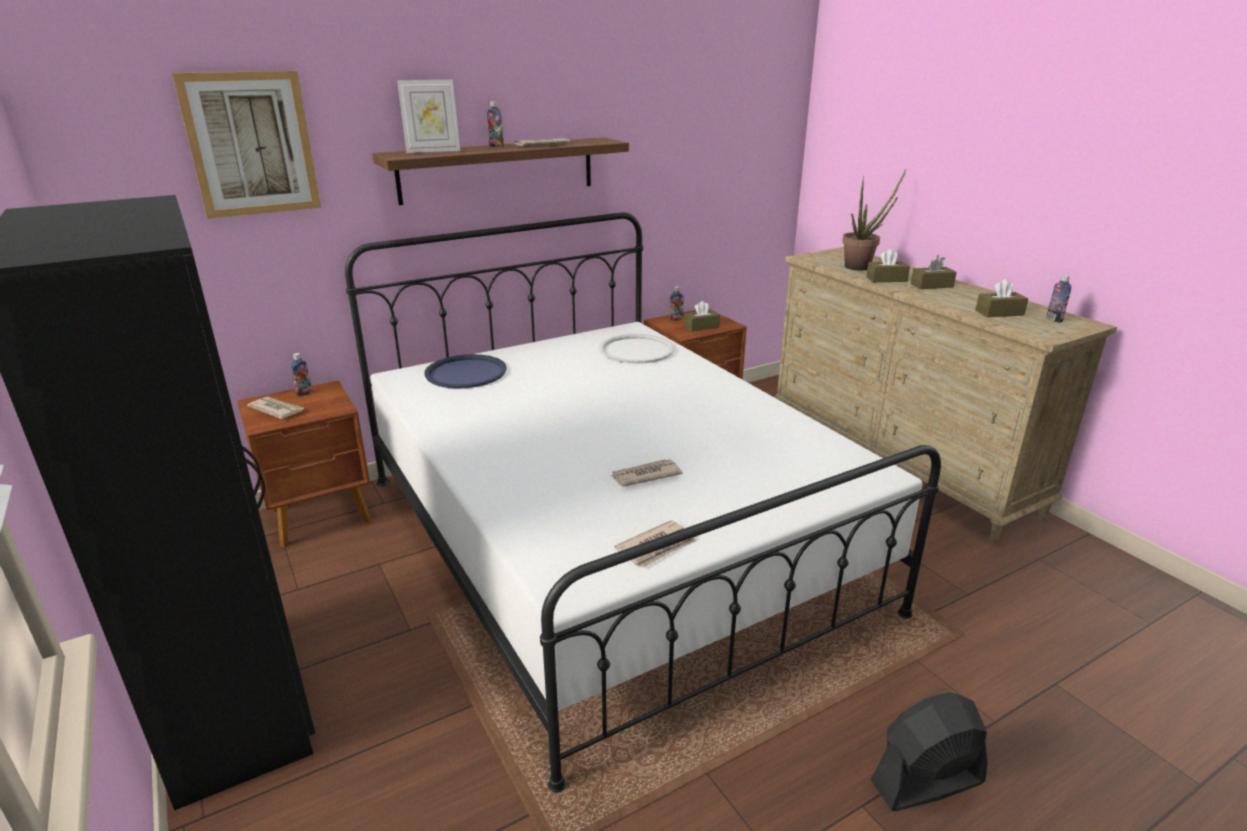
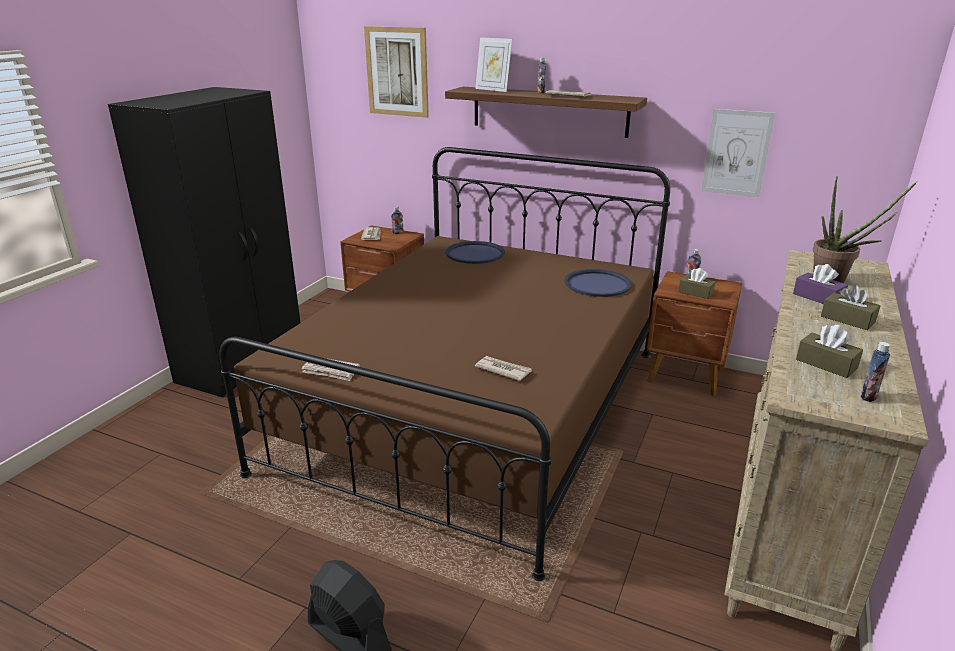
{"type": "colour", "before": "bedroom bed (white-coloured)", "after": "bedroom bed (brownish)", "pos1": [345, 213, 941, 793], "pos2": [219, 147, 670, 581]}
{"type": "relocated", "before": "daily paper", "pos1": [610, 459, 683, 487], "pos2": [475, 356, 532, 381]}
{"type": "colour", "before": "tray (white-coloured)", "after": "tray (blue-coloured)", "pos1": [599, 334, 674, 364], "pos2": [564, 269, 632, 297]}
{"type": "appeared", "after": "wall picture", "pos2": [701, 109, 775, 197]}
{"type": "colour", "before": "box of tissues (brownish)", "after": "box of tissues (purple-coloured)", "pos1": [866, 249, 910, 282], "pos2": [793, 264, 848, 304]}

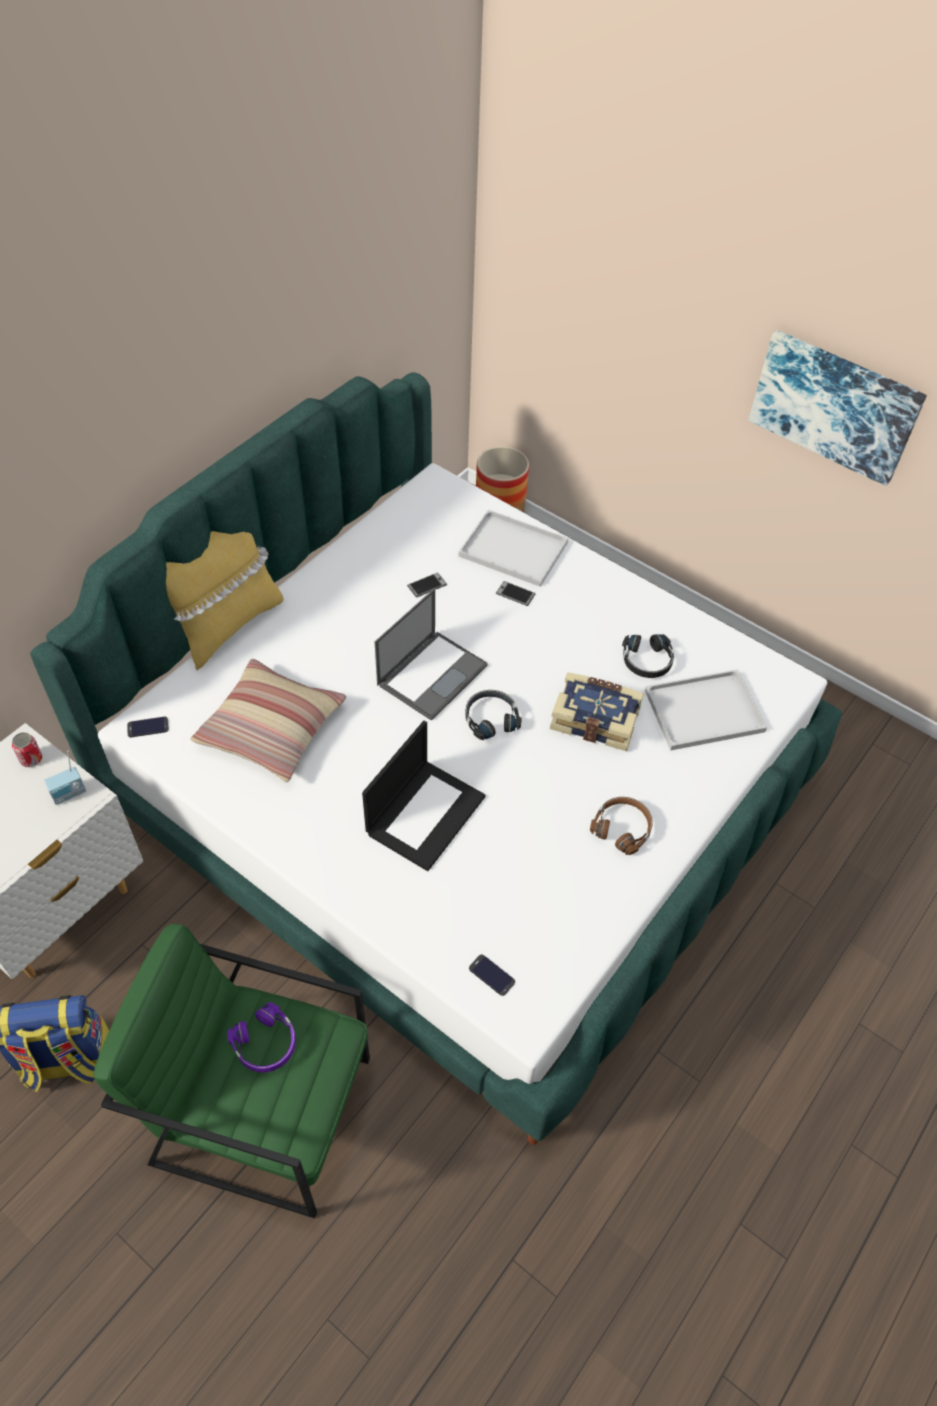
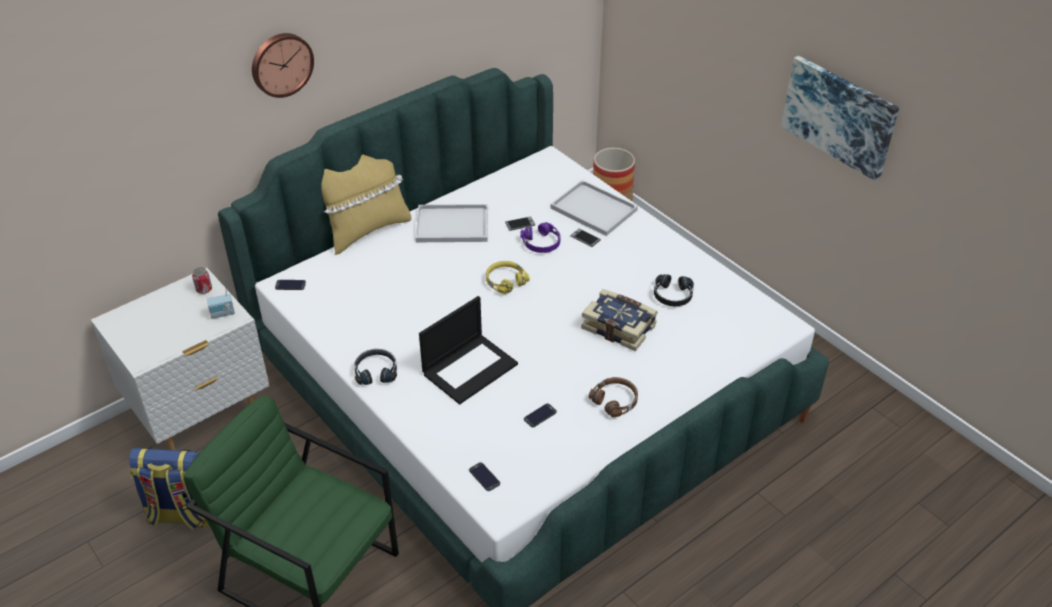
{"type": "appeared", "after": "hanging clock", "pos2": [252, 33, 314, 98]}
{"type": "relocated", "before": "pair of headphones (blackish)", "pos1": [465, 690, 521, 740], "pos2": [354, 349, 397, 385]}
{"type": "relocated", "before": "tray (white-coloured)", "pos1": [645, 669, 767, 751], "pos2": [415, 204, 488, 242]}
{"type": "exchanged", "before": "laptop", "after": "pair of headphones (yellow-coloured)", "pos1": [375, 589, 488, 721], "pos2": [486, 261, 529, 294]}
{"type": "relocated", "before": "pair of headphones (purple-coloured)", "pos1": [227, 1002, 296, 1072], "pos2": [520, 222, 560, 253]}
{"type": "appeared", "after": "phone", "pos2": [524, 403, 557, 427]}
{"type": "missing", "before": "throw pillow", "pos1": [190, 659, 346, 782]}

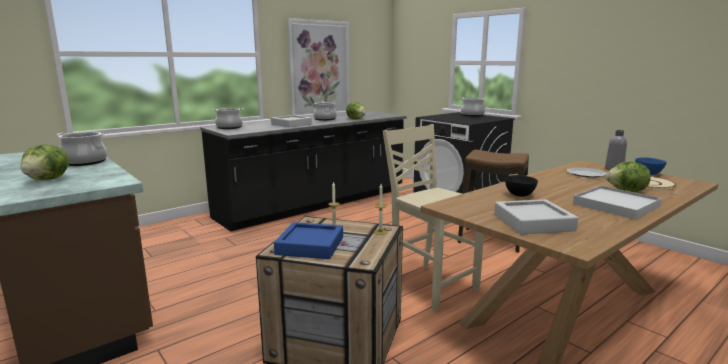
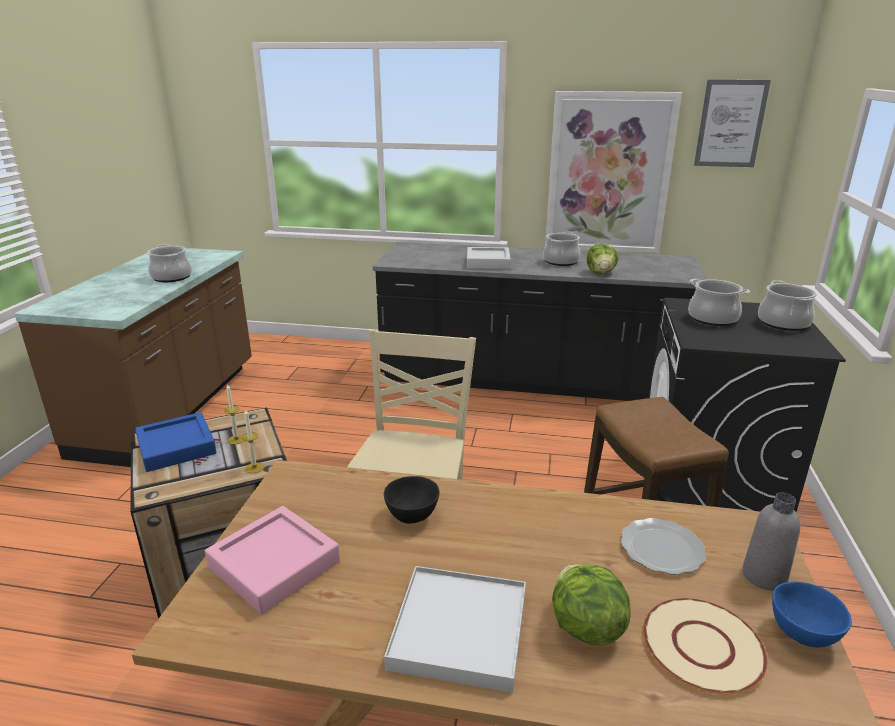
{"type": "colour", "before": "tray (greyish)", "after": "tray (pink)", "pos1": [494, 199, 578, 235], "pos2": [205, 506, 340, 614]}
{"type": "relocated", "before": "stockpot", "pos1": [212, 108, 244, 129], "pos2": [688, 279, 750, 326]}
{"type": "appeared", "after": "wall picture", "pos2": [694, 80, 771, 167]}
{"type": "missing", "before": "lettuce", "pos1": [20, 144, 69, 180]}

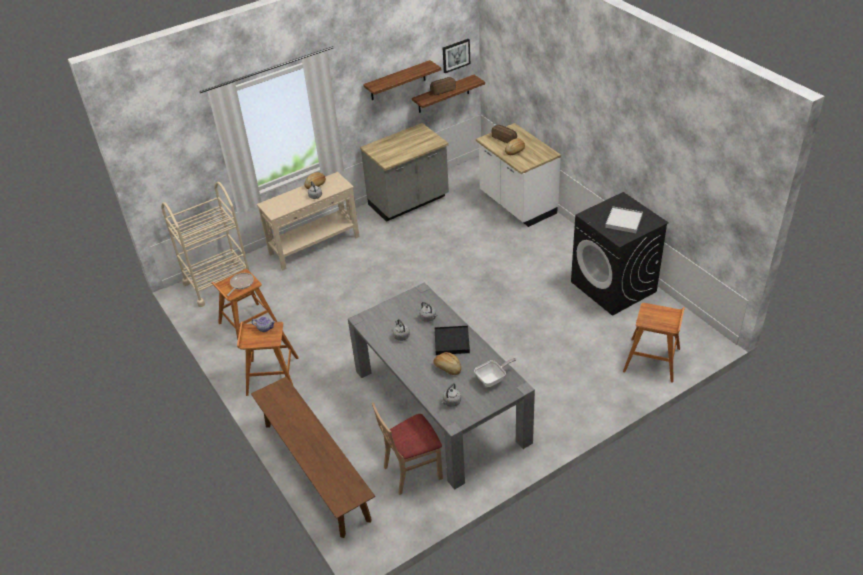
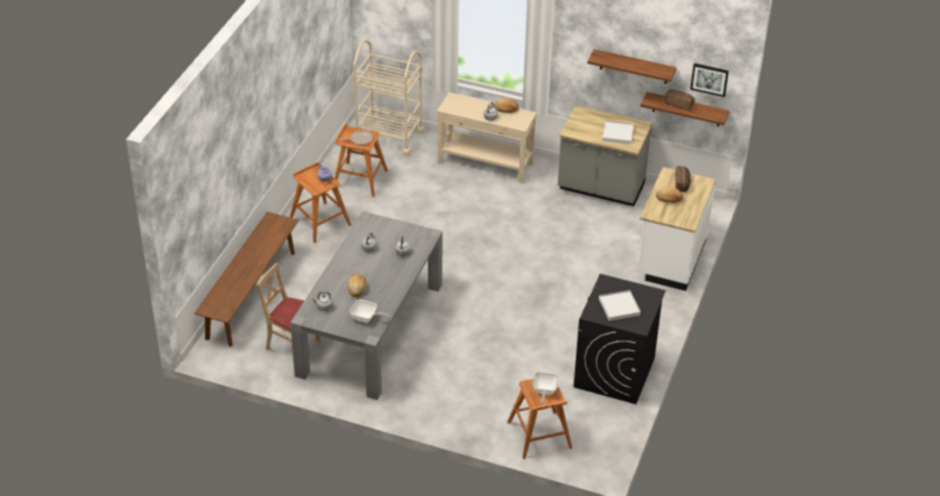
{"type": "appeared", "after": "skillet", "pos2": [533, 371, 559, 404]}
{"type": "appeared", "after": "tray (white-coloured)", "pos2": [602, 120, 634, 144]}
{"type": "missing", "before": "tray (blackish)", "pos1": [435, 326, 470, 355]}

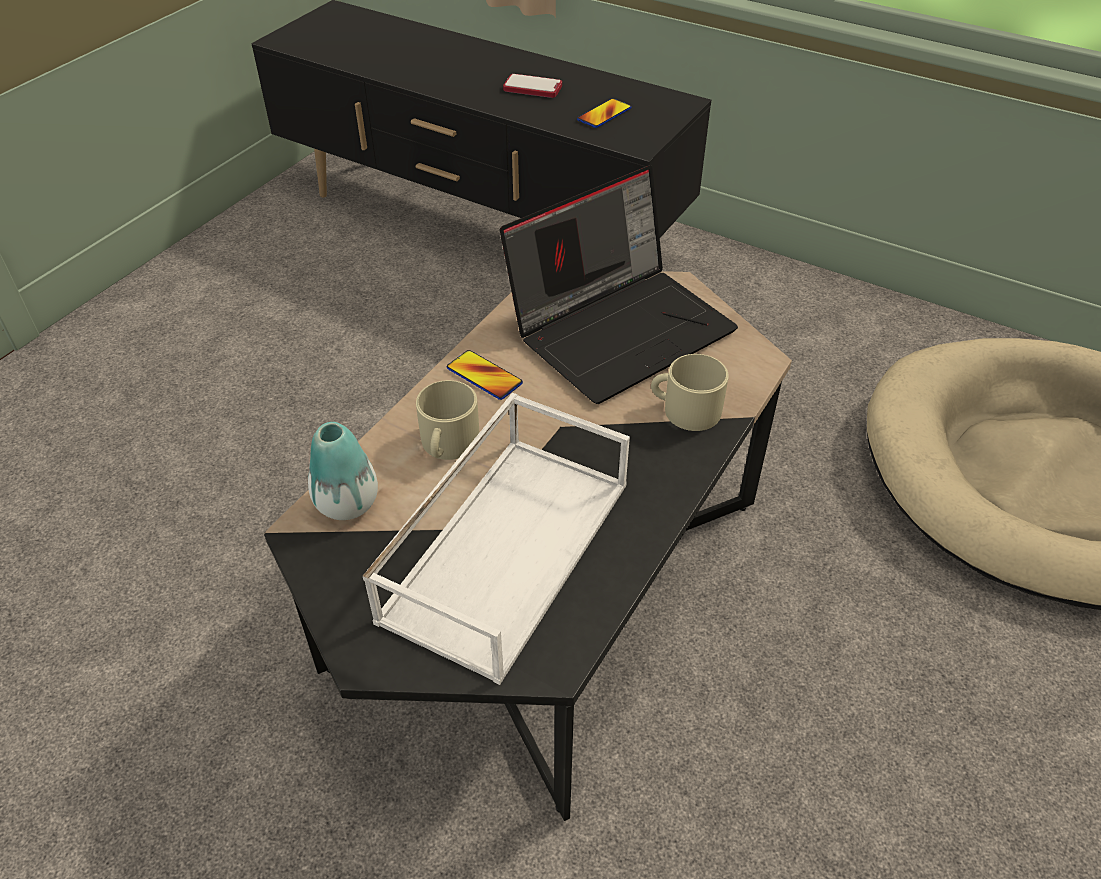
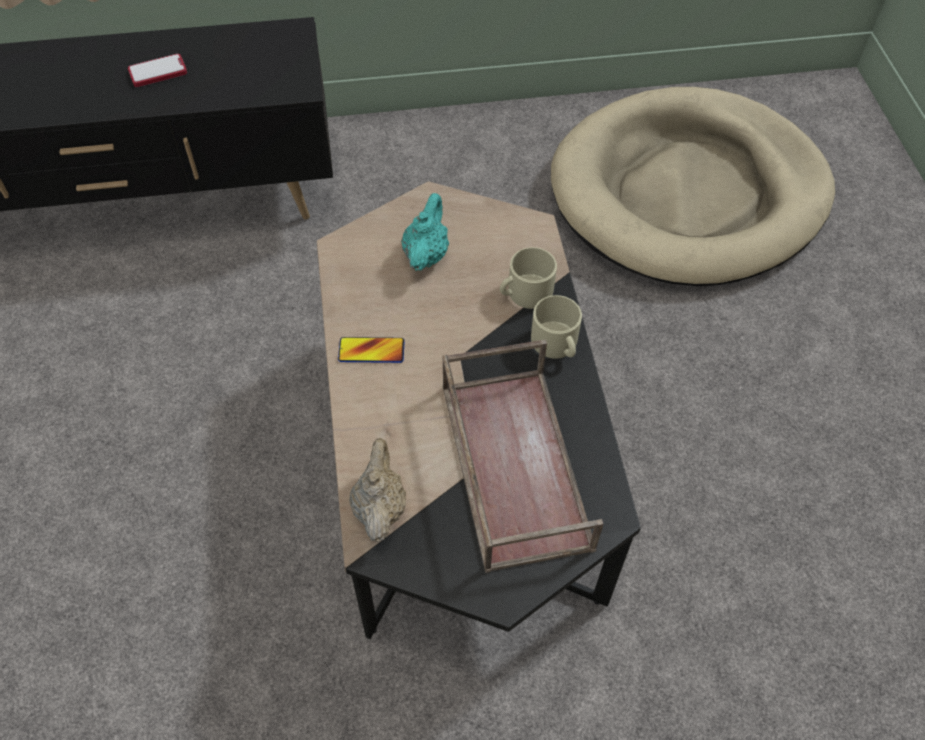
{"type": "exchanged", "before": "vase", "after": "pot for tea (sand-coloured)", "pos1": [308, 422, 378, 520], "pos2": [349, 438, 406, 542]}
{"type": "exchanged", "before": "laptop", "after": "pot for tea (blue-green)", "pos1": [500, 165, 738, 404], "pos2": [401, 193, 449, 271]}
{"type": "colour", "before": "tray (white-coloured)", "after": "tray (brownish)", "pos1": [363, 393, 630, 685], "pos2": [442, 340, 603, 573]}
{"type": "relocated", "before": "tea mug (sand-coloured)", "pos1": [416, 380, 479, 460], "pos2": [531, 295, 582, 359]}
{"type": "missing", "before": "phone", "pos1": [577, 98, 632, 128]}

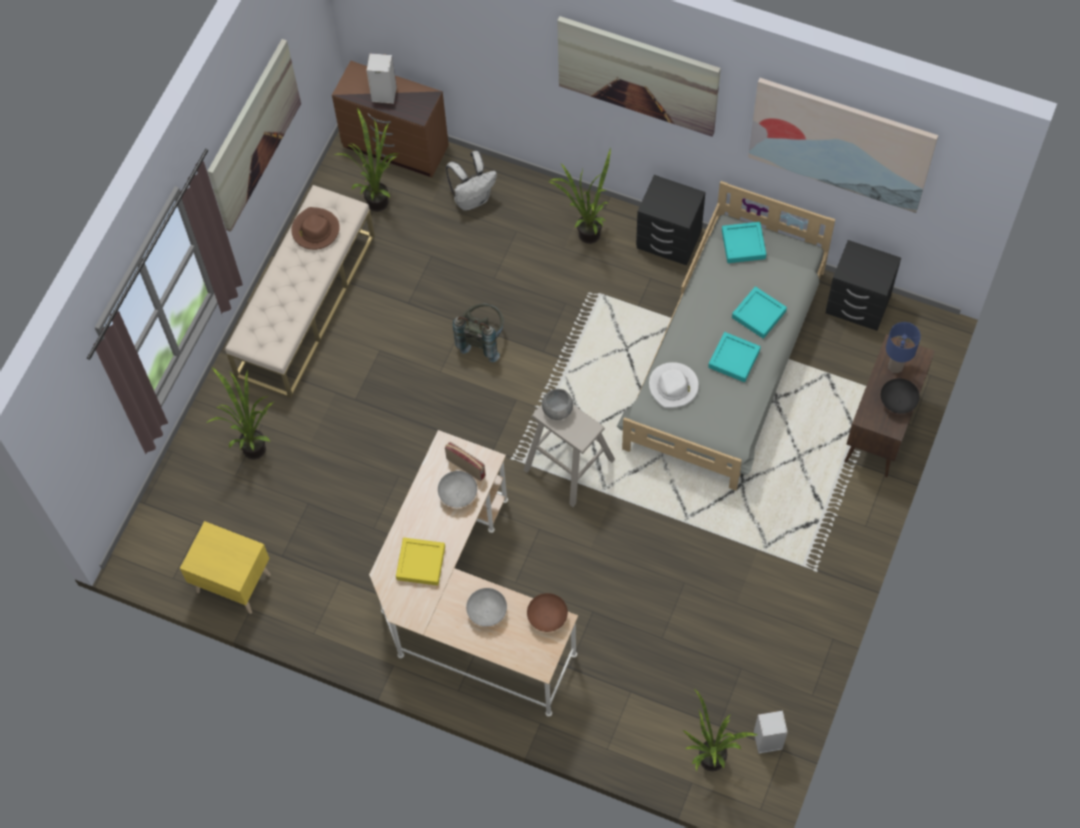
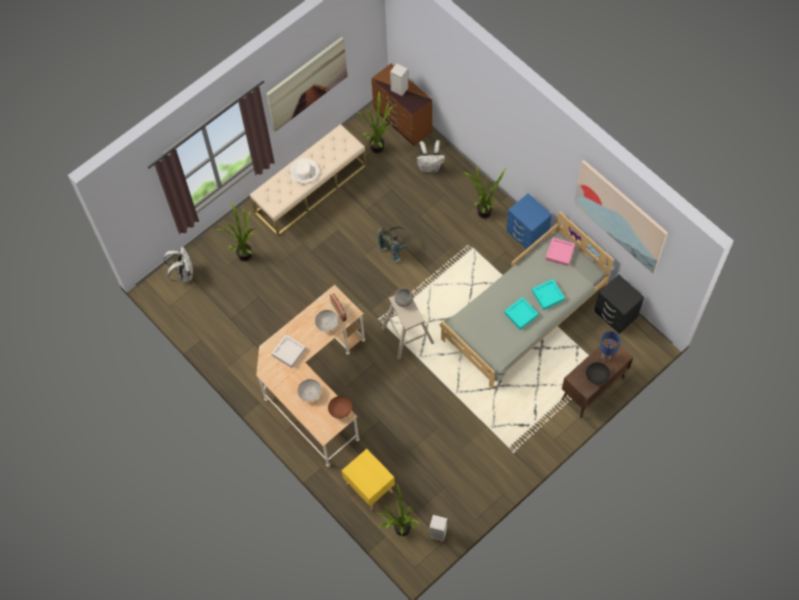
{"type": "appeared", "after": "knapsack (white-coloured)", "pos2": [164, 247, 193, 283]}
{"type": "colour", "before": "tray (yellow-coloured)", "after": "tray (greyish)", "pos1": [396, 538, 445, 586], "pos2": [271, 334, 306, 368]}
{"type": "relocated", "before": "hat (white-coloured)", "pos1": [649, 362, 699, 408], "pos2": [290, 158, 319, 183]}
{"type": "relocated", "before": "night table (yellow-coloured)", "pos1": [180, 521, 271, 614], "pos2": [342, 449, 395, 511]}
{"type": "colour", "before": "night table (blackish)", "after": "night table (blue-coloured)", "pos1": [636, 175, 705, 266], "pos2": [506, 193, 552, 251]}
{"type": "colour", "before": "tray (blue-green)", "after": "tray (pink)", "pos1": [722, 222, 766, 263], "pos2": [546, 237, 575, 266]}
{"type": "missing", "before": "hat (brownish)", "pos1": [291, 207, 340, 250]}
{"type": "missing", "before": "wall picture", "pos1": [557, 16, 721, 137]}

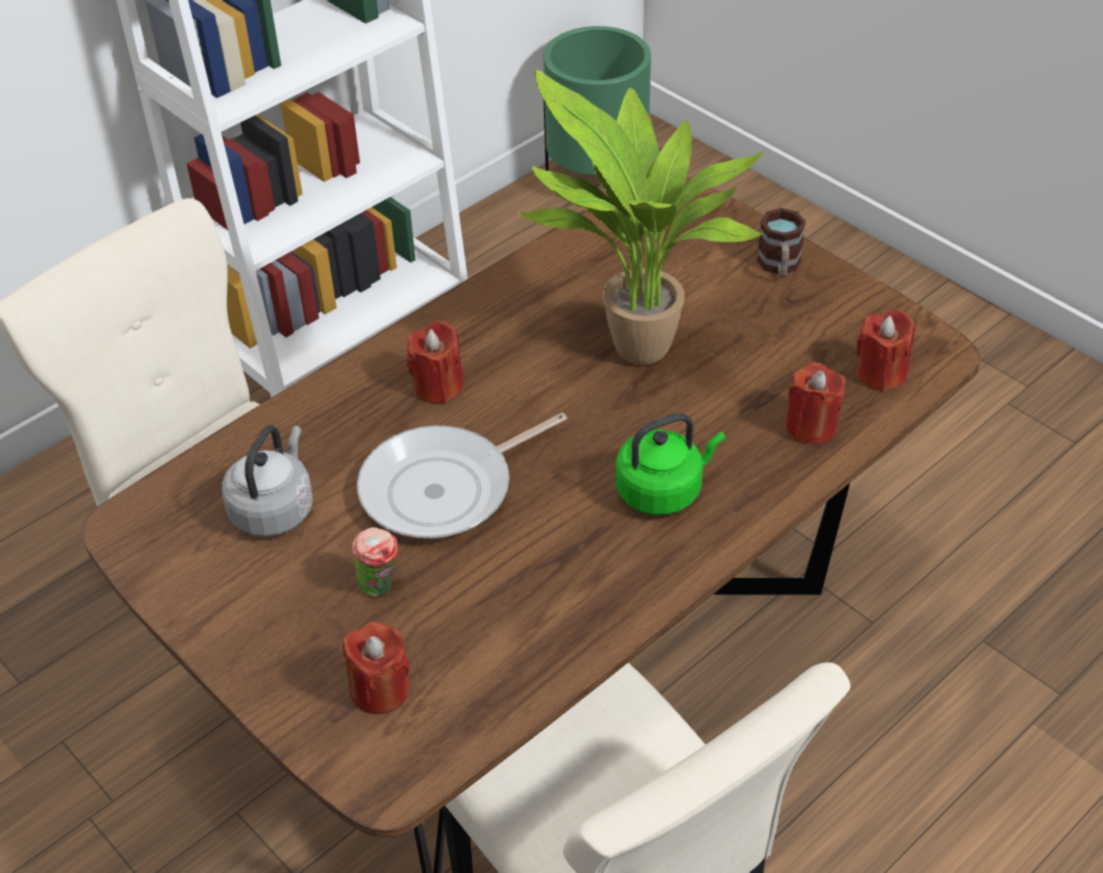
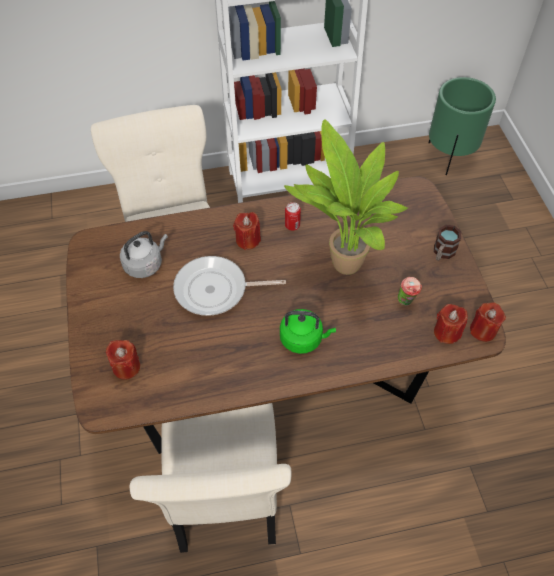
{"type": "appeared", "after": "sealed can", "pos2": [285, 202, 301, 231]}
{"type": "relocated", "before": "drinking cup", "pos1": [352, 527, 398, 596], "pos2": [398, 277, 422, 306]}
{"type": "relocated", "before": "wax candle (red-coloured)", "pos1": [785, 362, 845, 445], "pos2": [470, 302, 506, 342]}

